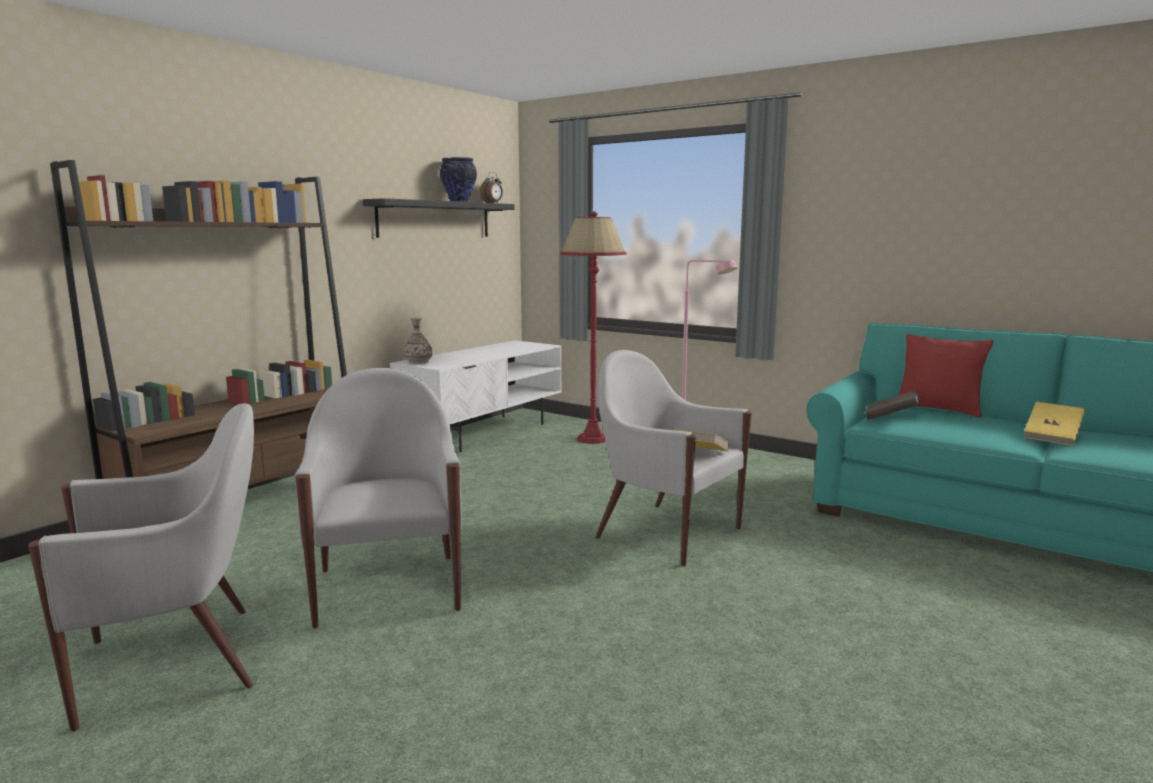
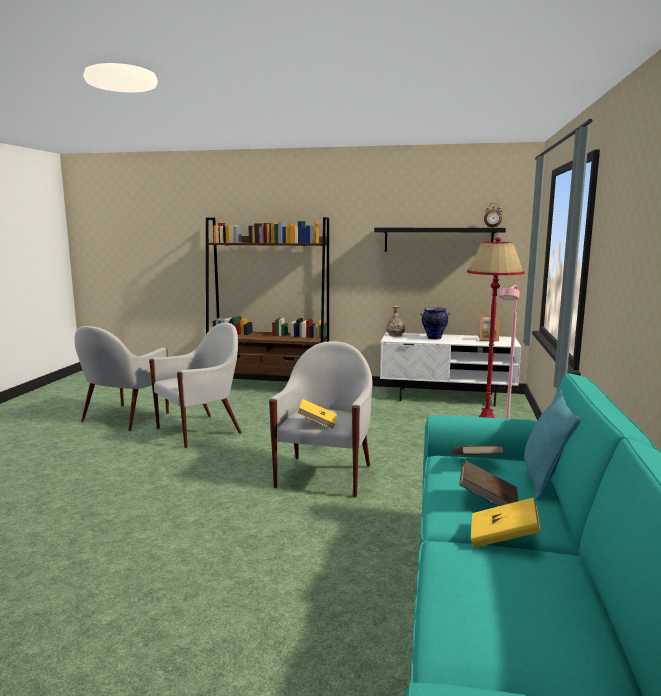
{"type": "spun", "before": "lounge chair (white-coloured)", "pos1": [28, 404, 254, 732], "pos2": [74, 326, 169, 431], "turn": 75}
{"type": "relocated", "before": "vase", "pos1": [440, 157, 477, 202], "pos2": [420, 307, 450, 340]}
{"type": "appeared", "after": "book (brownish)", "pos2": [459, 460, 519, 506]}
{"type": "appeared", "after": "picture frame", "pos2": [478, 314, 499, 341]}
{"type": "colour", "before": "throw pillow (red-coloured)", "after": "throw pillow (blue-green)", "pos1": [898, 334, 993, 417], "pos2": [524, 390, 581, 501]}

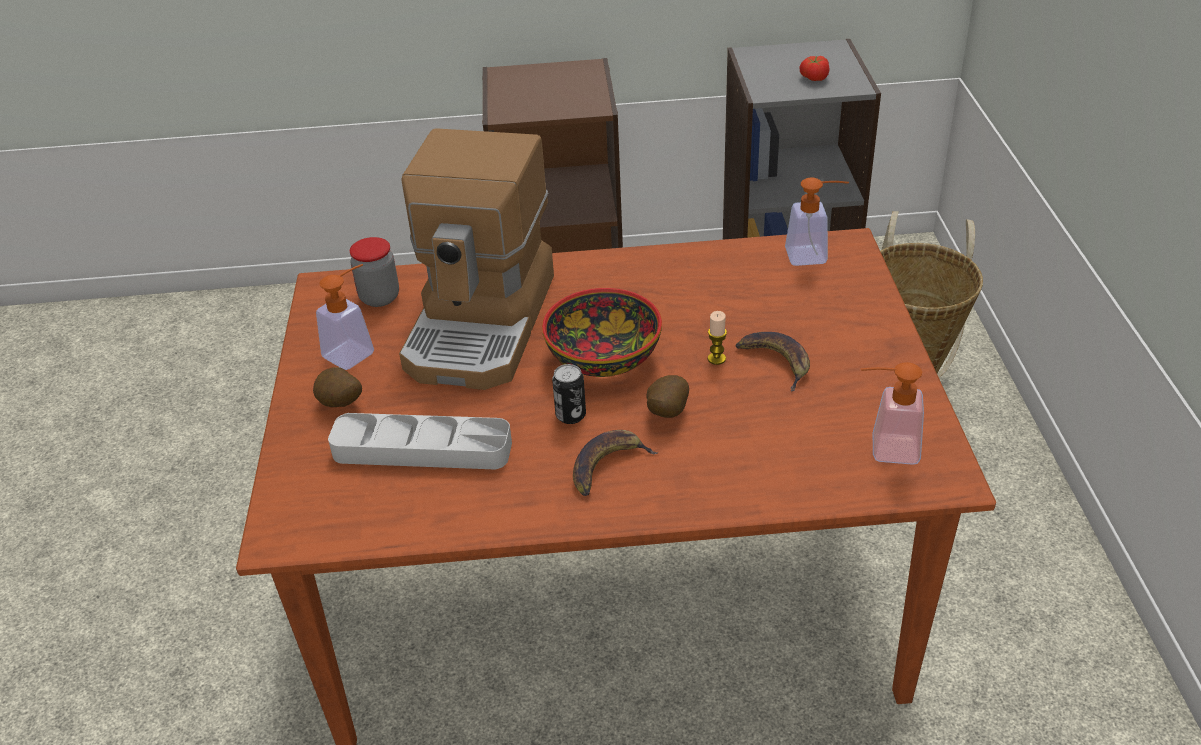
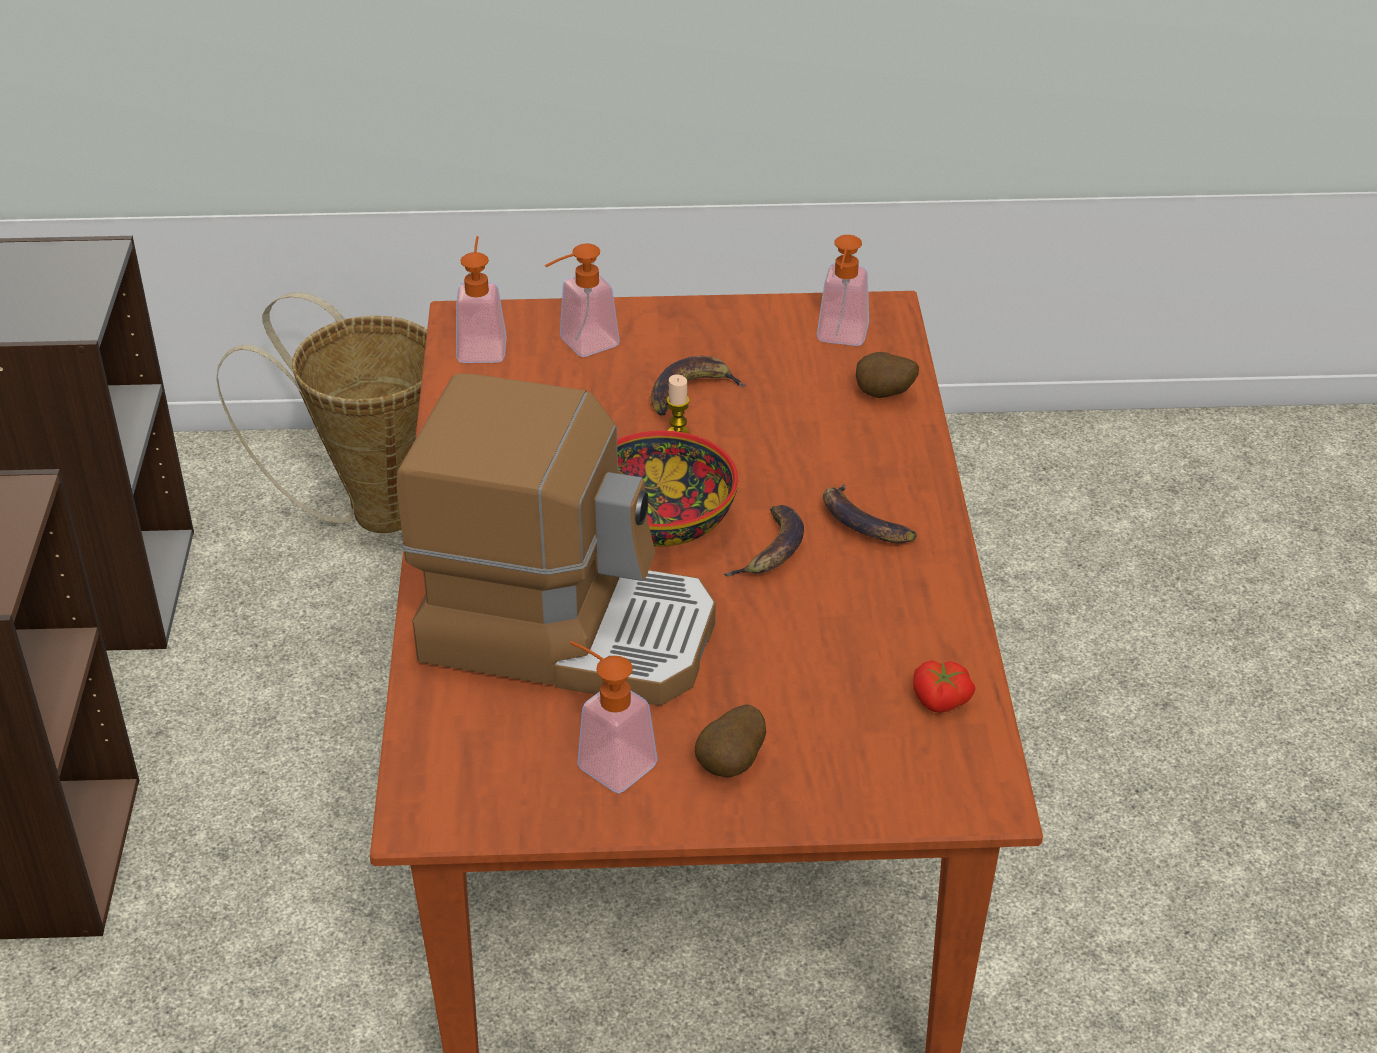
{"type": "appeared", "after": "soap bottle", "pos2": [544, 243, 620, 357]}
{"type": "exchanged", "before": "sealed can", "after": "banana fruit", "pos1": [552, 364, 586, 424], "pos2": [724, 505, 804, 576]}
{"type": "relocated", "before": "potato", "pos1": [646, 375, 689, 418], "pos2": [856, 352, 919, 398]}
{"type": "relocated", "before": "whole tomato", "pos1": [800, 56, 829, 81], "pos2": [913, 660, 975, 713]}
{"type": "missing", "before": "tray (greyish)", "pos1": [328, 413, 512, 469]}
{"type": "missing", "before": "jar", "pos1": [350, 237, 399, 307]}

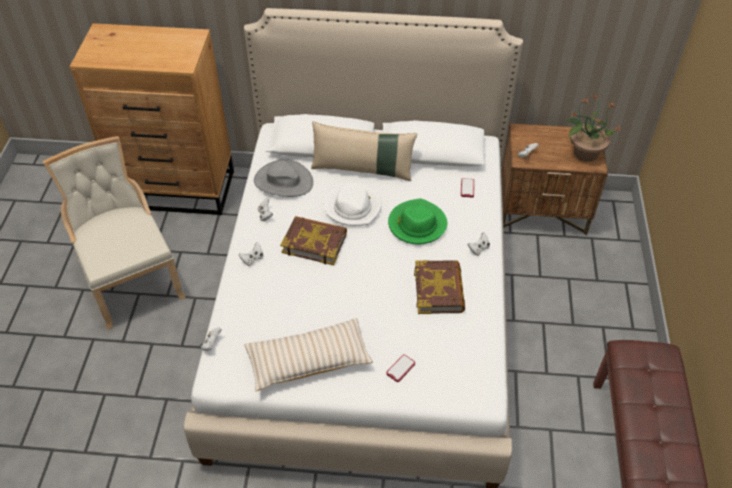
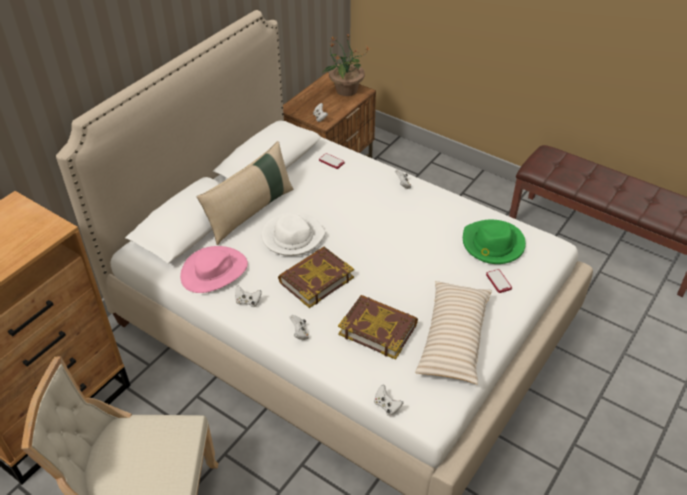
{"type": "colour", "before": "hat (greyish)", "after": "hat (pink)", "pos1": [254, 159, 313, 197], "pos2": [180, 246, 248, 293]}
{"type": "relocated", "before": "book", "pos1": [414, 260, 465, 314], "pos2": [338, 295, 418, 360]}
{"type": "relocated", "before": "hat (greenish)", "pos1": [388, 198, 447, 245], "pos2": [463, 220, 526, 264]}

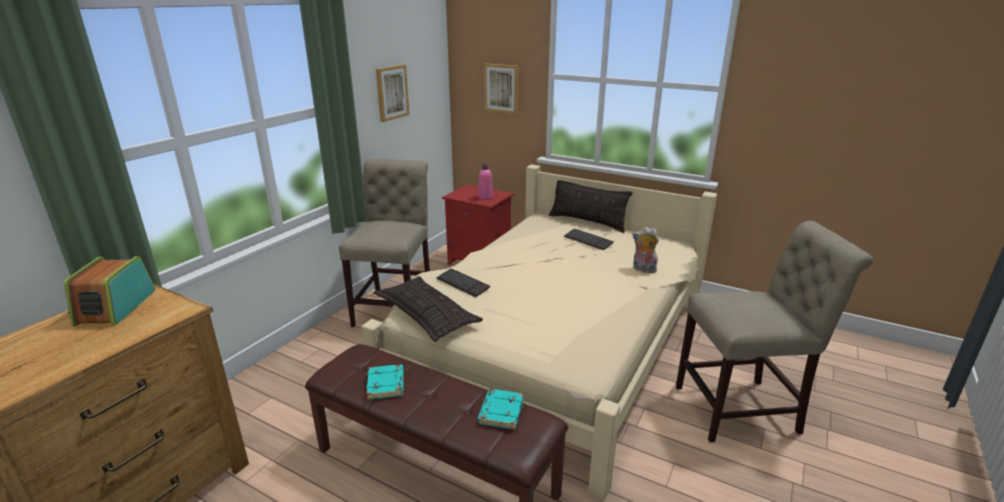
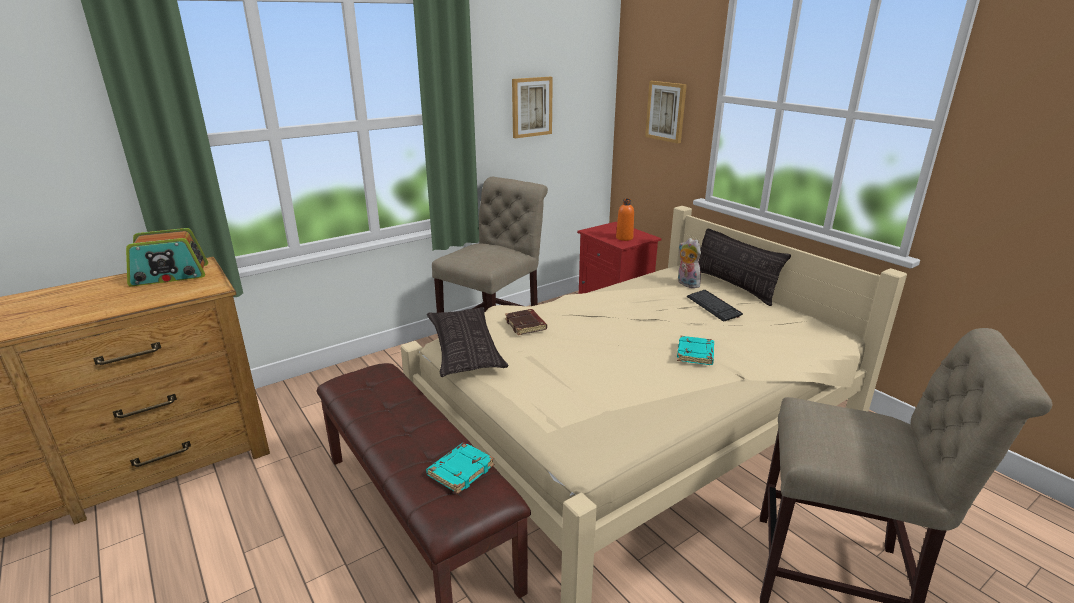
{"type": "spun", "before": "radio set", "pos1": [64, 256, 155, 327], "pos2": [126, 228, 208, 287], "turn": -135}
{"type": "exchanged", "before": "keyboard", "after": "book (brownish)", "pos1": [436, 269, 490, 297], "pos2": [505, 309, 547, 335]}
{"type": "colour", "before": "drink bottle (pink)", "after": "drink bottle (orangey)", "pos1": [478, 164, 493, 200], "pos2": [616, 198, 634, 241]}
{"type": "relocated", "before": "book (blue-green)", "pos1": [366, 364, 404, 400], "pos2": [677, 336, 714, 365]}
{"type": "relocated", "before": "soft toy", "pos1": [632, 227, 659, 273], "pos2": [678, 238, 701, 288]}

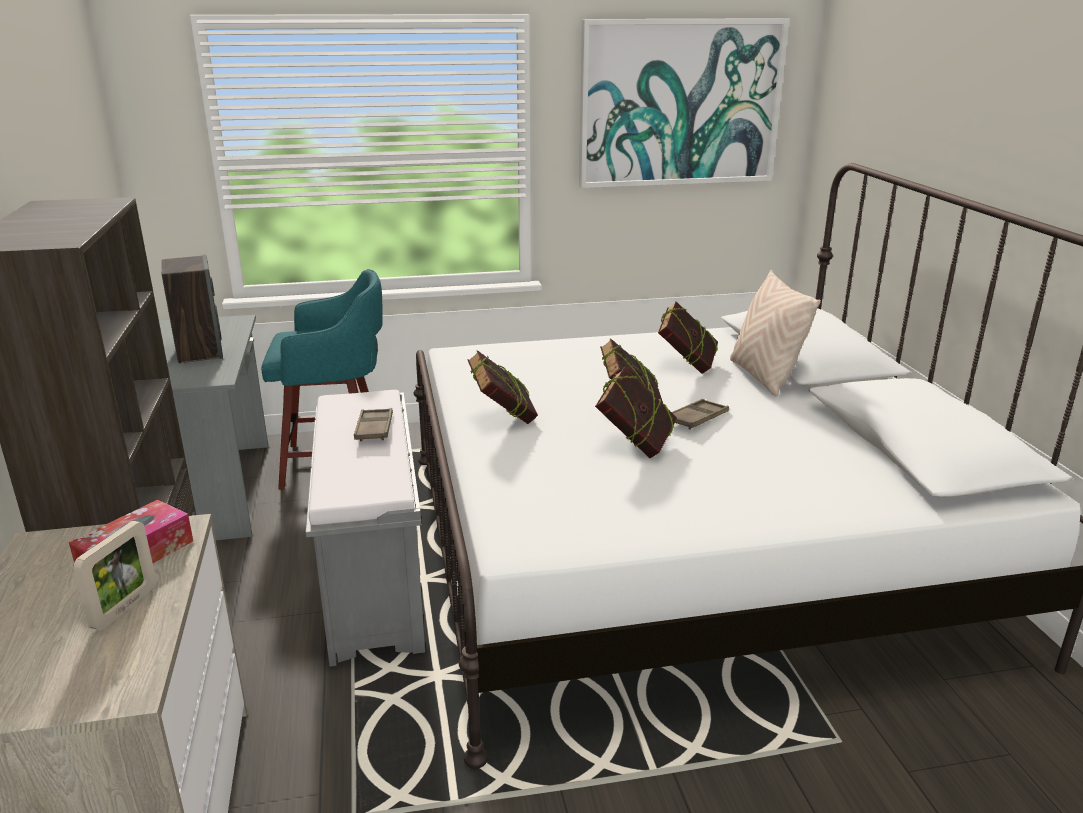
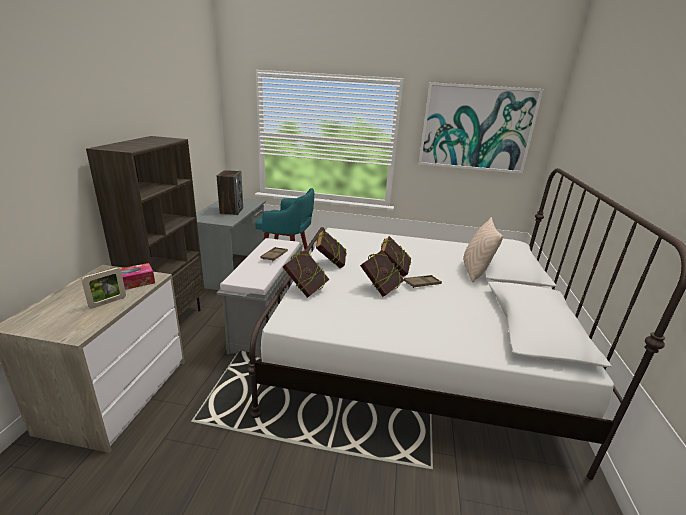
{"type": "relocated", "before": "book", "pos1": [658, 301, 718, 374], "pos2": [283, 250, 330, 298]}

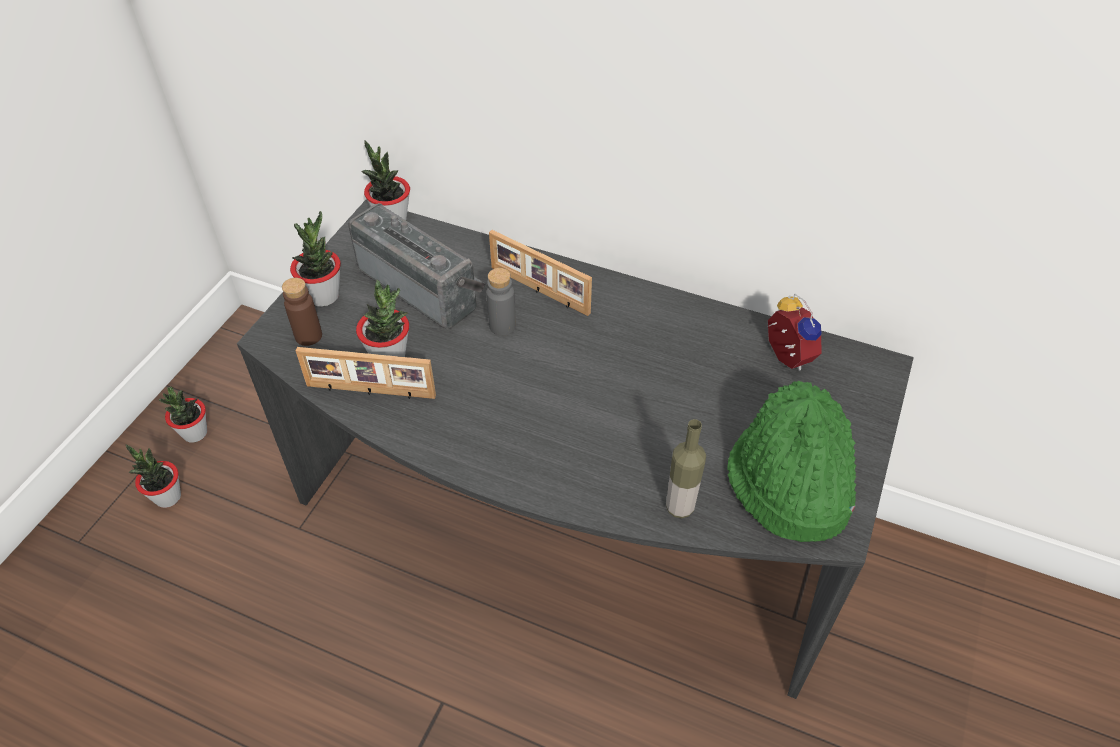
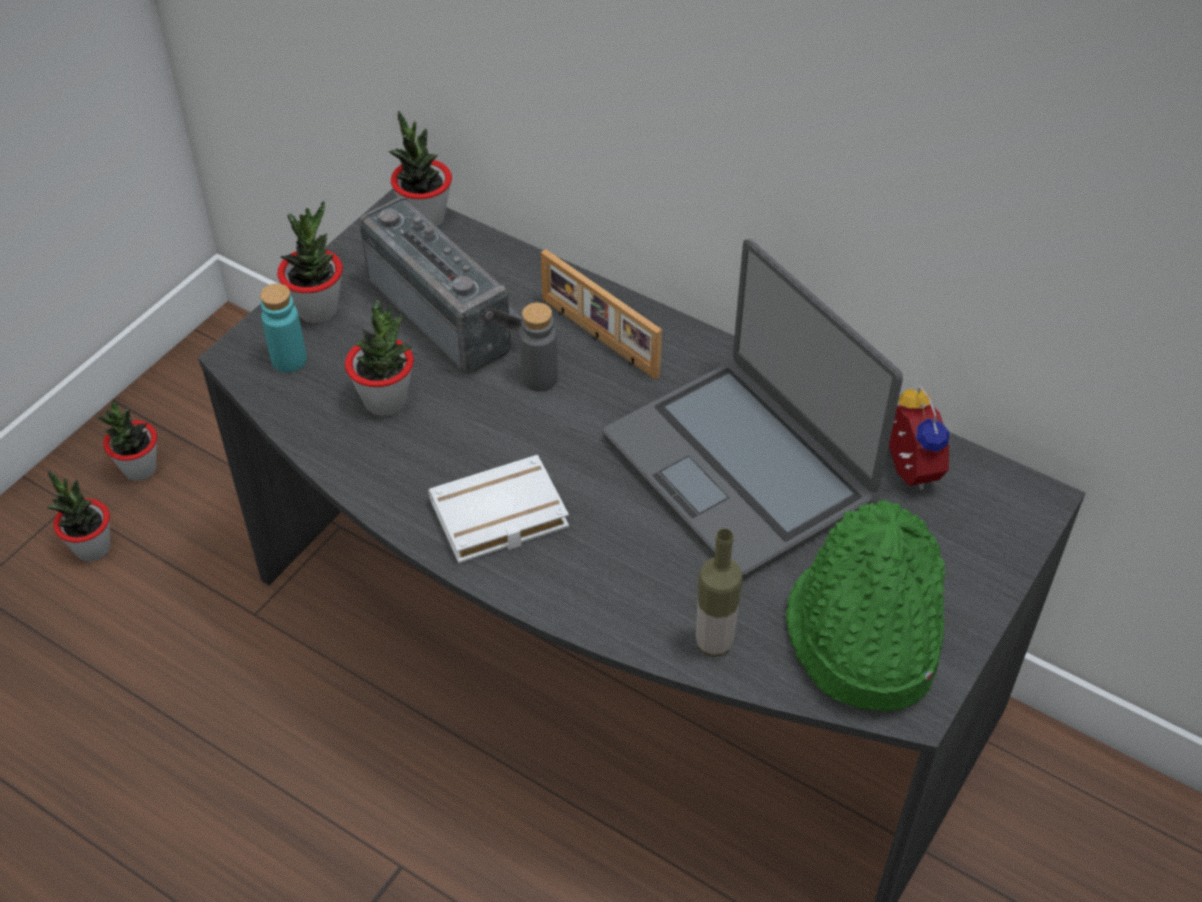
{"type": "colour", "before": "drink bottle (brownish)", "after": "drink bottle (blue-green)", "pos1": [282, 278, 322, 346], "pos2": [260, 284, 307, 372]}
{"type": "appeared", "after": "book (white-coloured)", "pos2": [428, 455, 569, 564]}
{"type": "appeared", "after": "laptop", "pos2": [603, 239, 903, 580]}
{"type": "missing", "before": "picture frame", "pos1": [296, 347, 436, 399]}

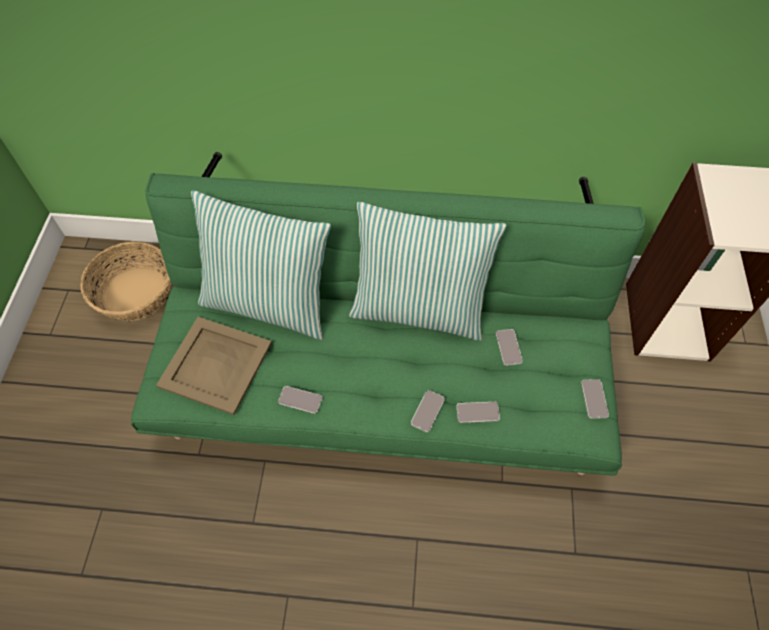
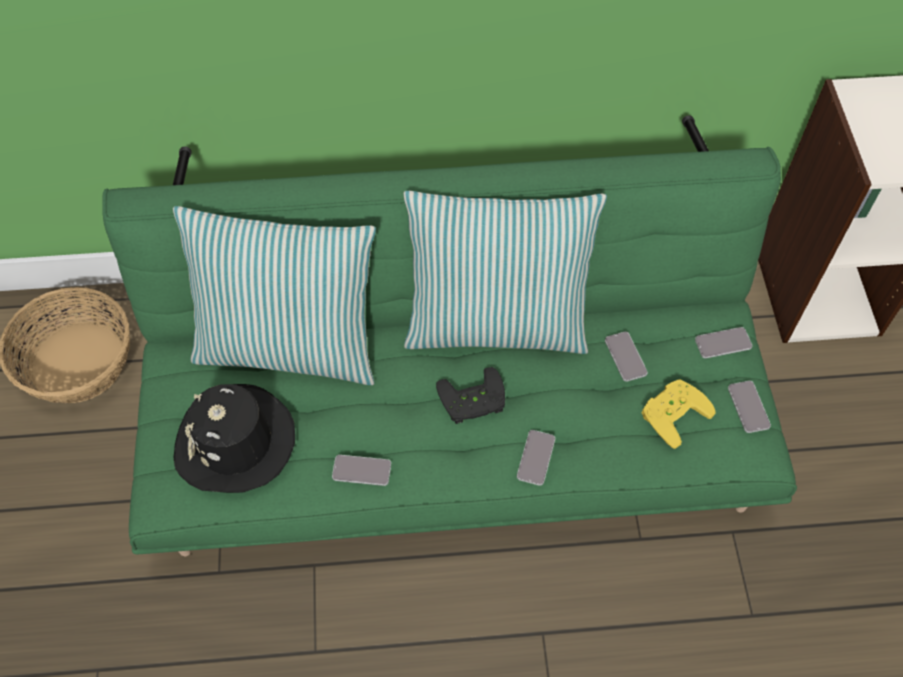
{"type": "exchanged", "before": "tray (sand-coloured)", "after": "hat (blackish)", "pos1": [156, 317, 272, 415], "pos2": [174, 384, 295, 493]}
{"type": "appeared", "after": "joypad (blackish)", "pos2": [436, 367, 505, 424]}
{"type": "appeared", "after": "joypad (yellow-coloured)", "pos2": [642, 379, 716, 449]}
{"type": "relocated", "before": "phone", "pos1": [456, 402, 500, 423], "pos2": [695, 327, 752, 359]}

